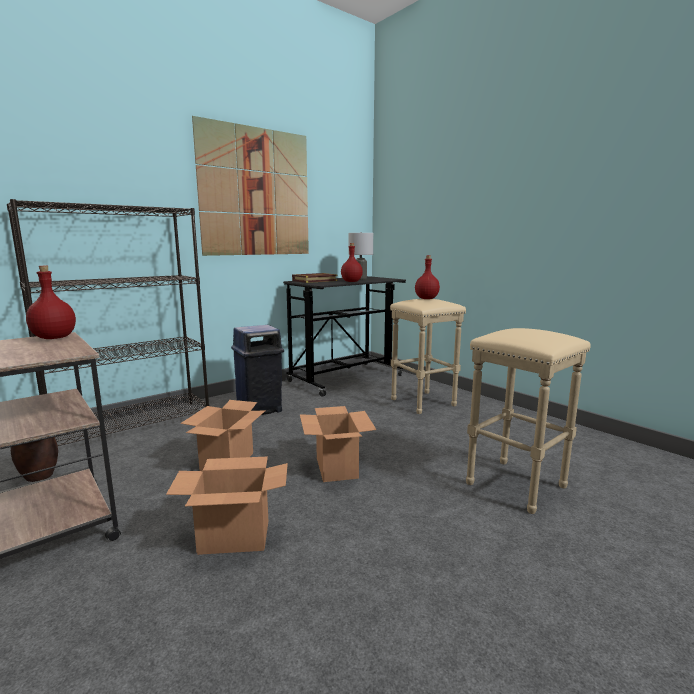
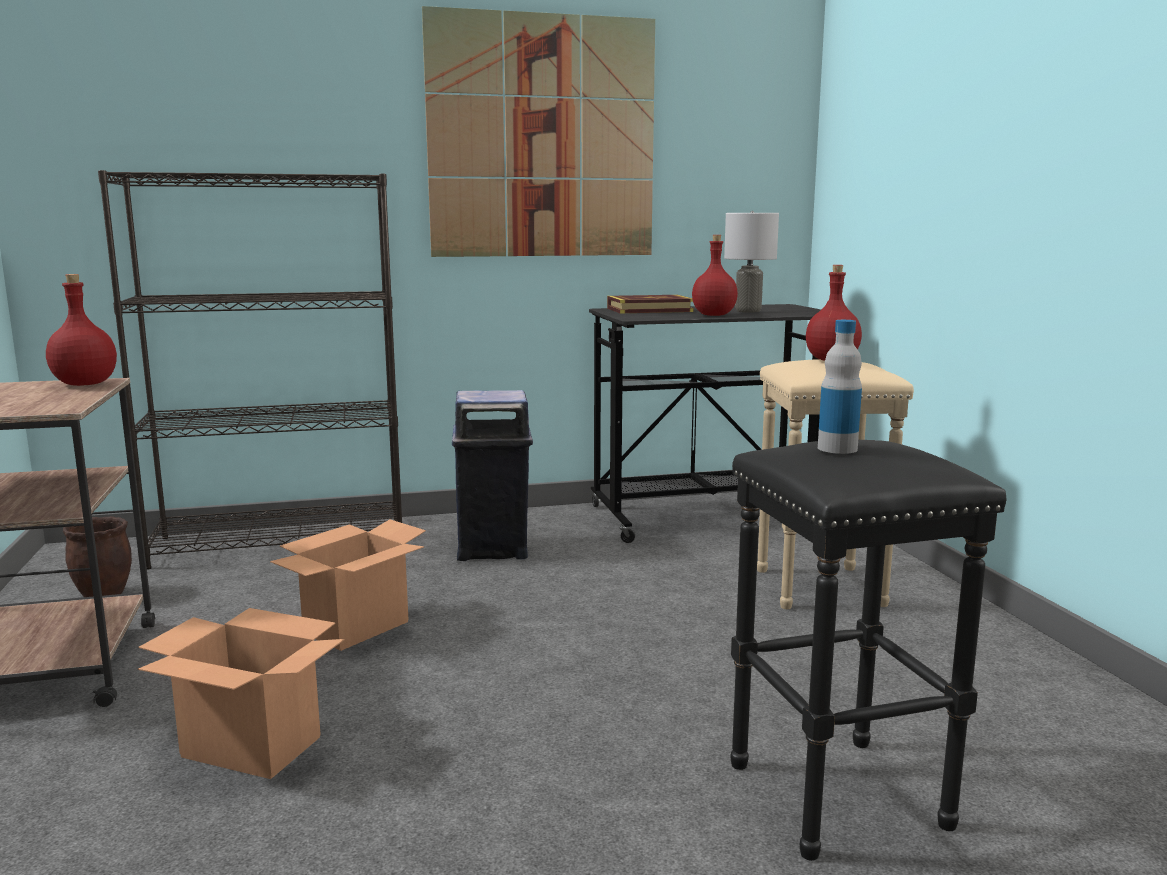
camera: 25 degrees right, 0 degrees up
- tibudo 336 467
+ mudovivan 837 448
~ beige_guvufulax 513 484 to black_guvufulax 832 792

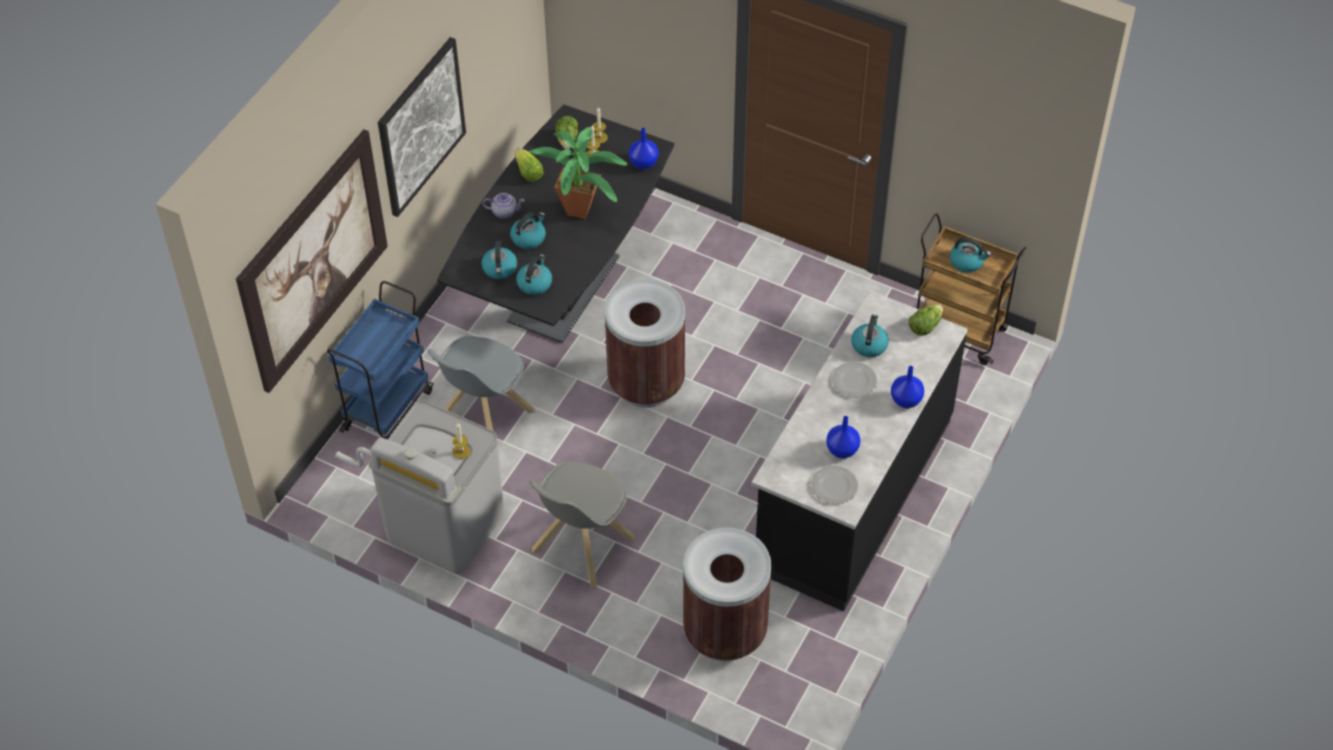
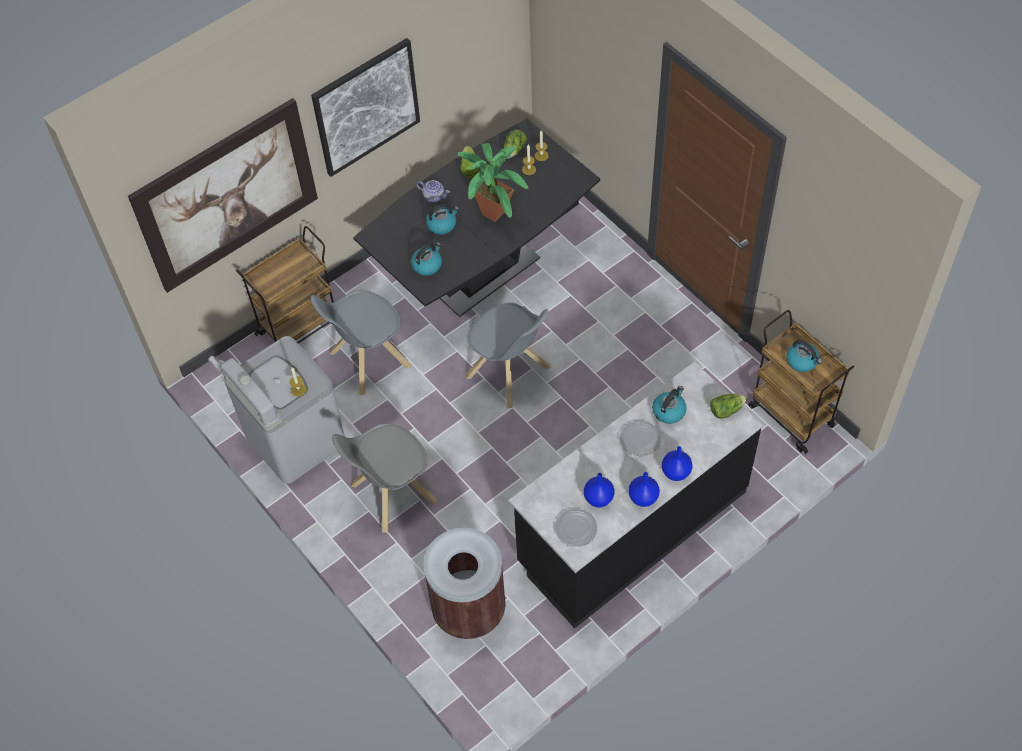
camera: 25 degrees right, 5 degrees up
- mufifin 500 269
~ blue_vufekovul 644 163 to 643 497
~ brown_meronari 646 383 to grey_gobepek 509 373
~ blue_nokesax 388 410 to brown_nokesax 300 328

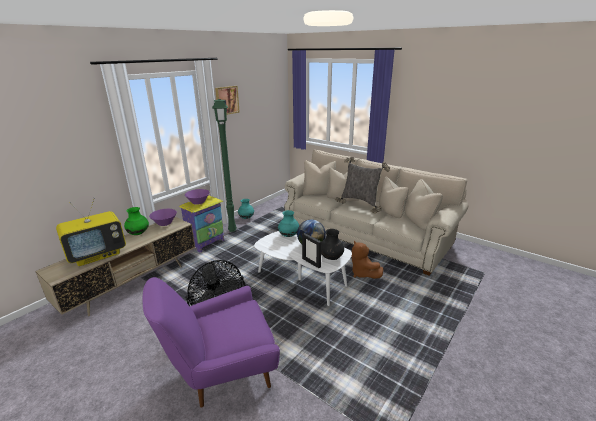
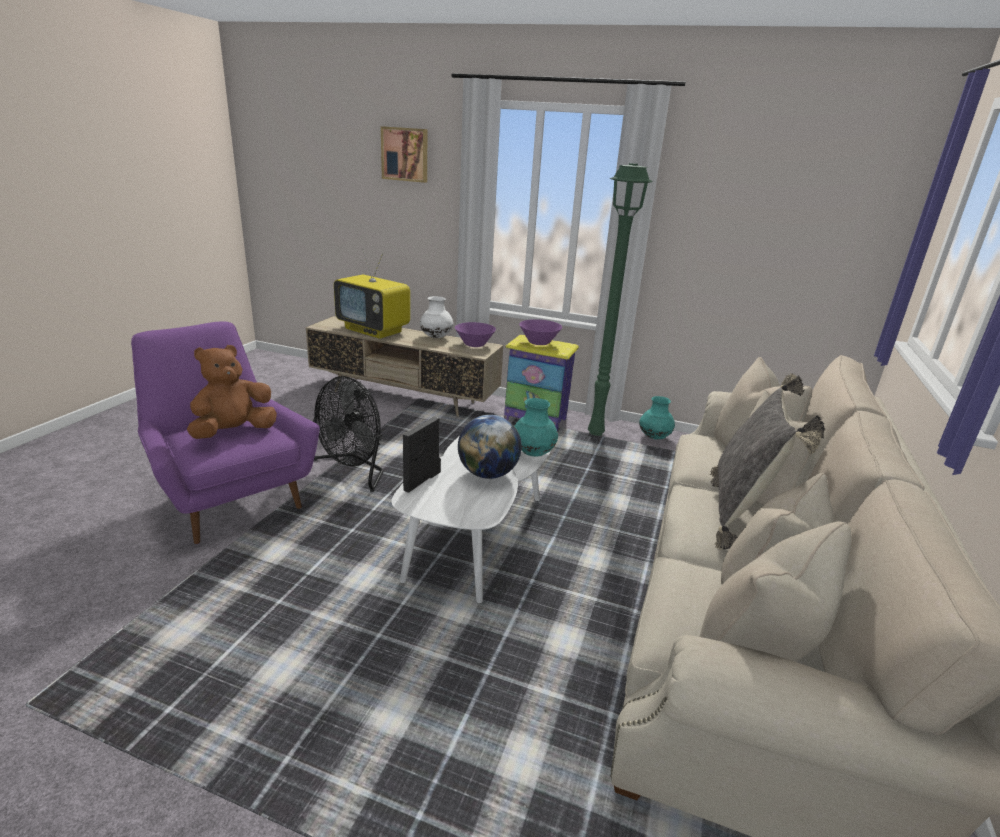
camera: 70 degrees right, 0 degrees up
- black_vufekovul 331 258
~ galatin 226 100 to 405 154
~ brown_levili 363 274 to 234 432
~ green_vufekovul 138 233 to white_vufekovul 436 337

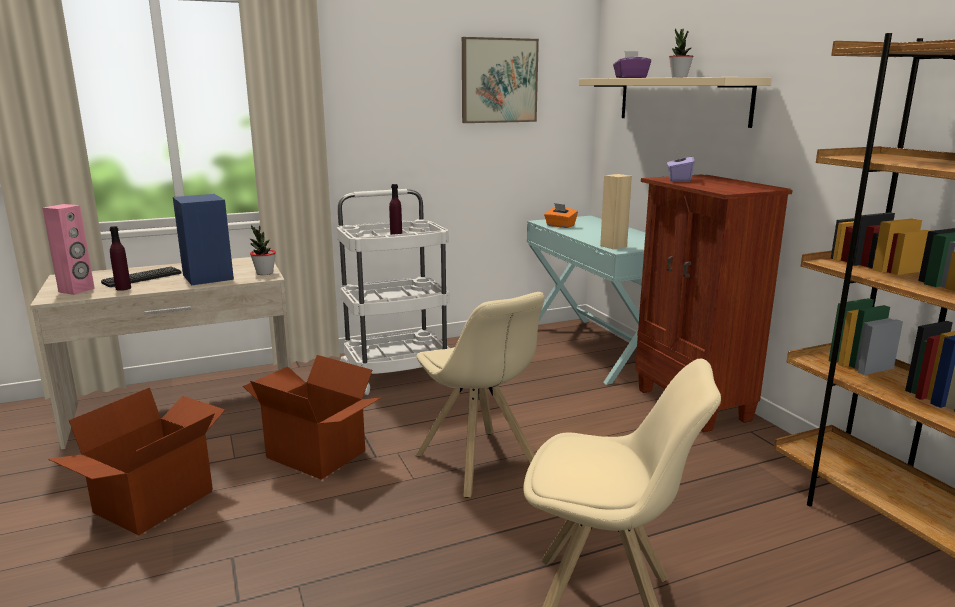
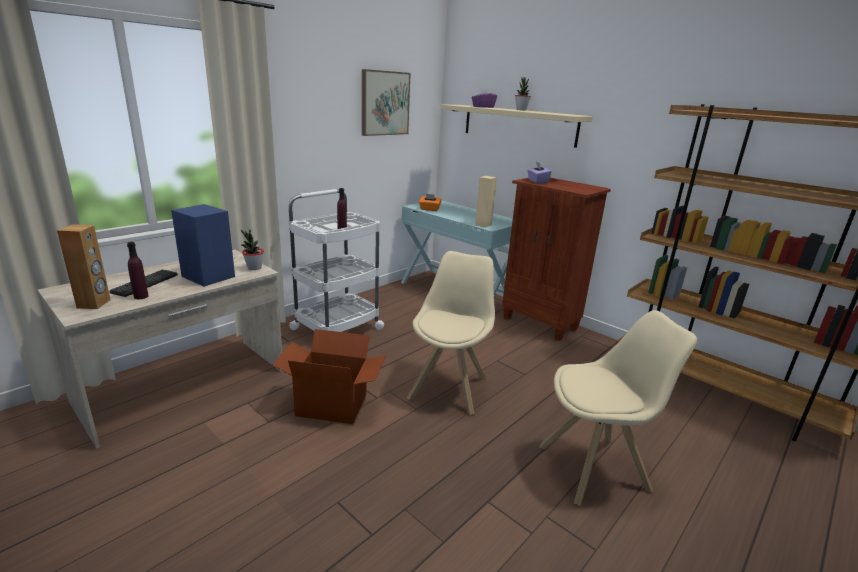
camera: 25 degrees left, 5 degrees up
- tibudo 155 502
~ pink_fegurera 77 290 to brown_fegurera 94 304
~ beige_gobepek 479 463 = 449 388 105 degrees counterclockwise

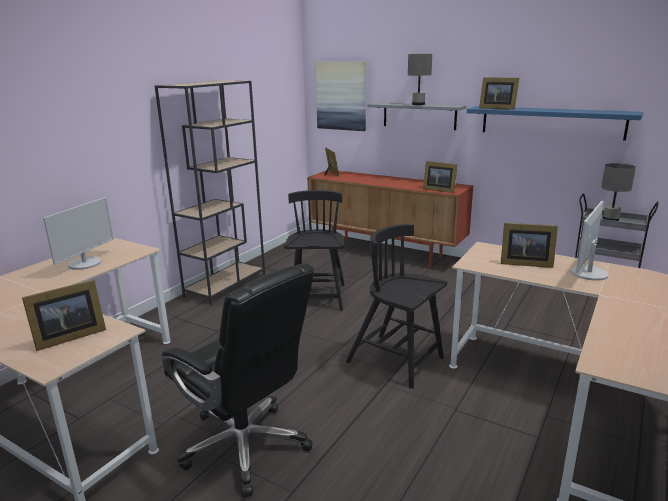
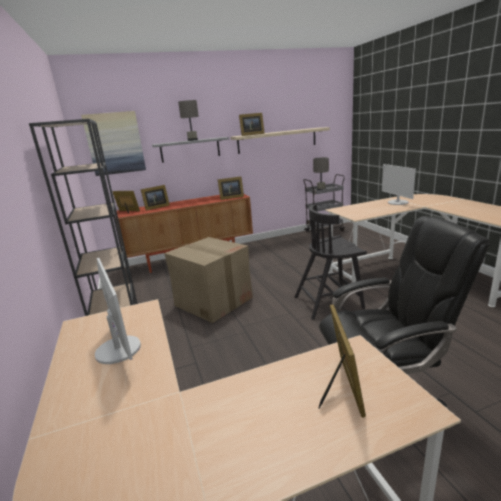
camera: 50 degrees left, 0 degrees up
~ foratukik 524 263 to 156 207
~ black_gobepek 318 298 to tibudo 213 301
~ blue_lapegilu 551 122 to beige_lapegilu 277 140

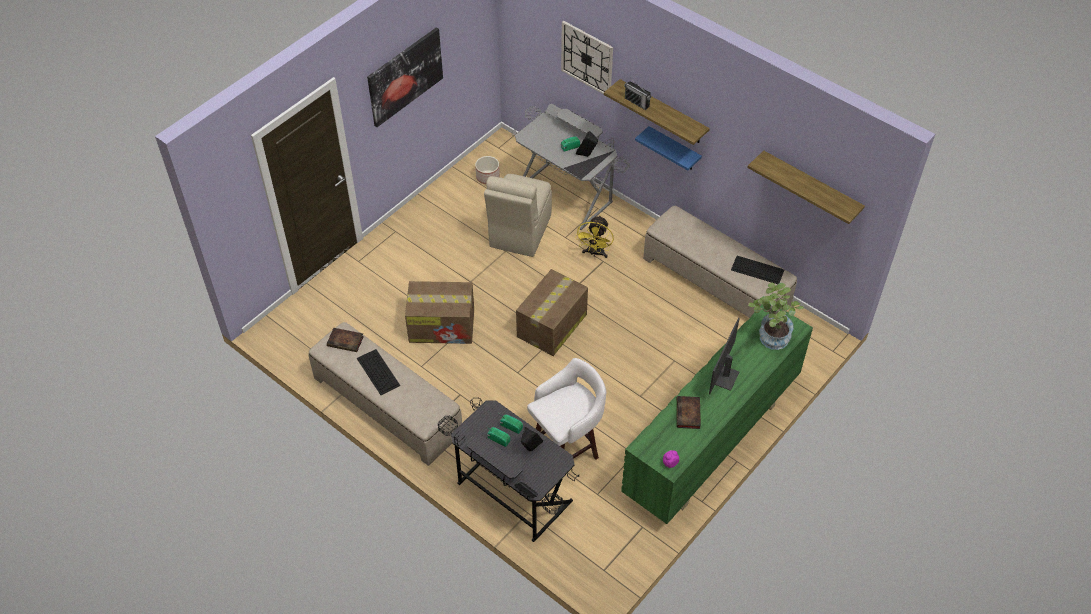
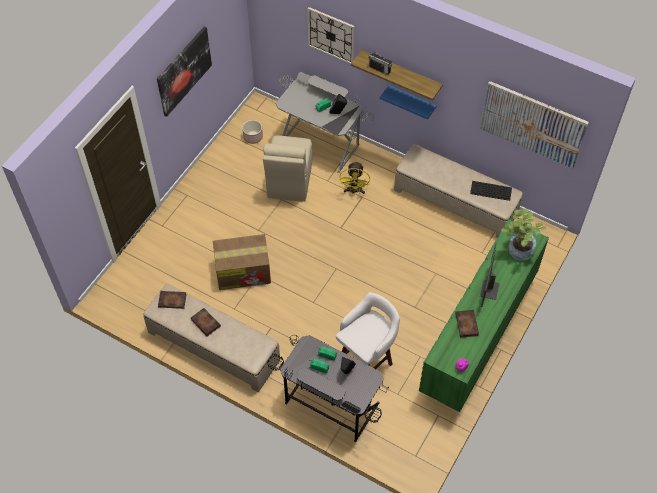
camera: 10 degrees left, 5 degrees up
- tibudo 551 326
~ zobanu 377 371 to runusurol 205 322
~ lapegilu 811 186 to galatin 532 124

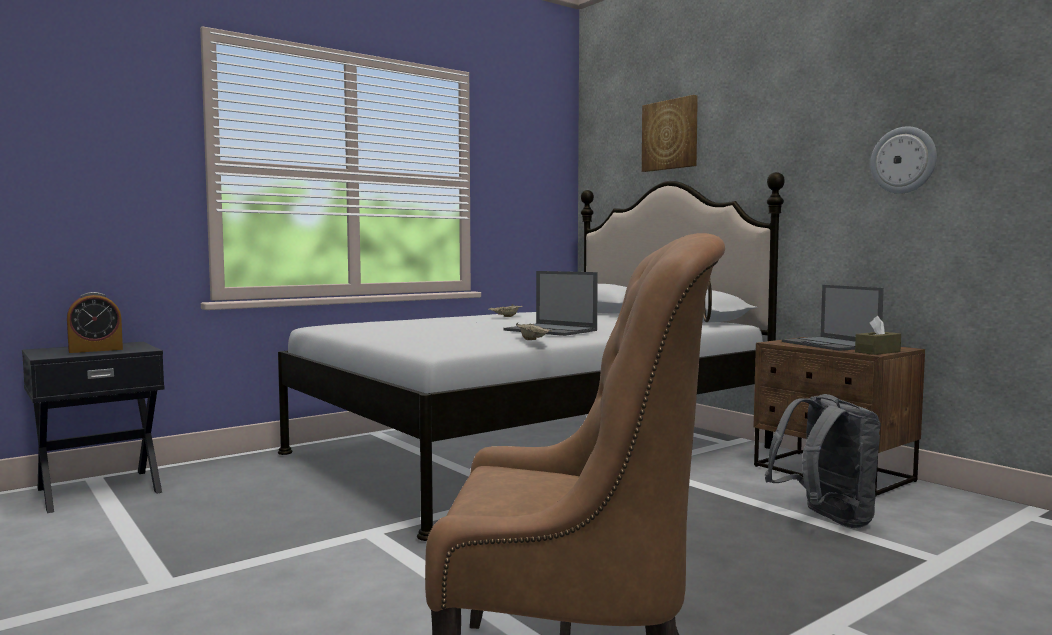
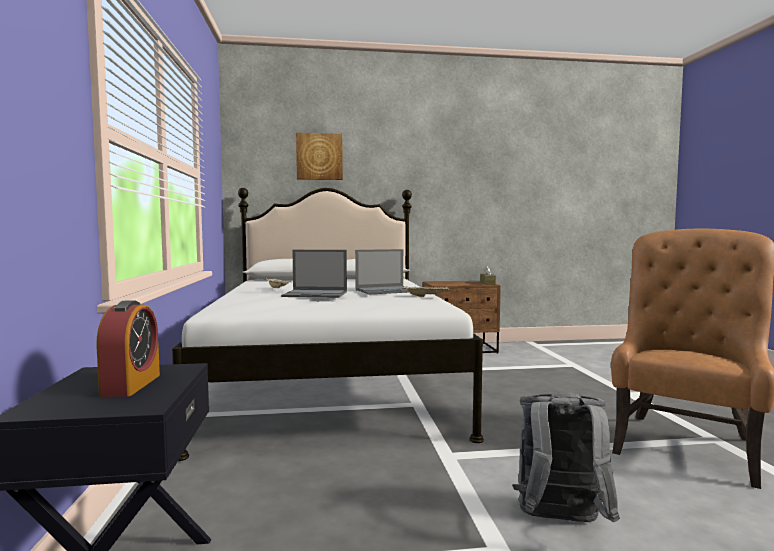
camera: 60 degrees left, 0 degrees up
- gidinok 903 160
~ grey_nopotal 825 520 to 560 522
~ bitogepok 831 344 to 316 294

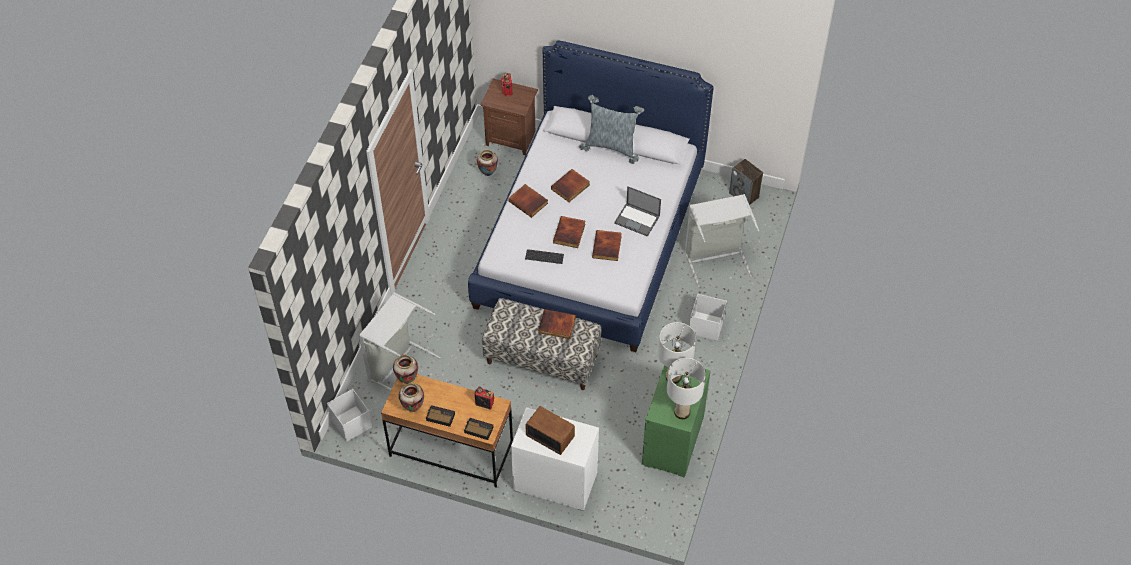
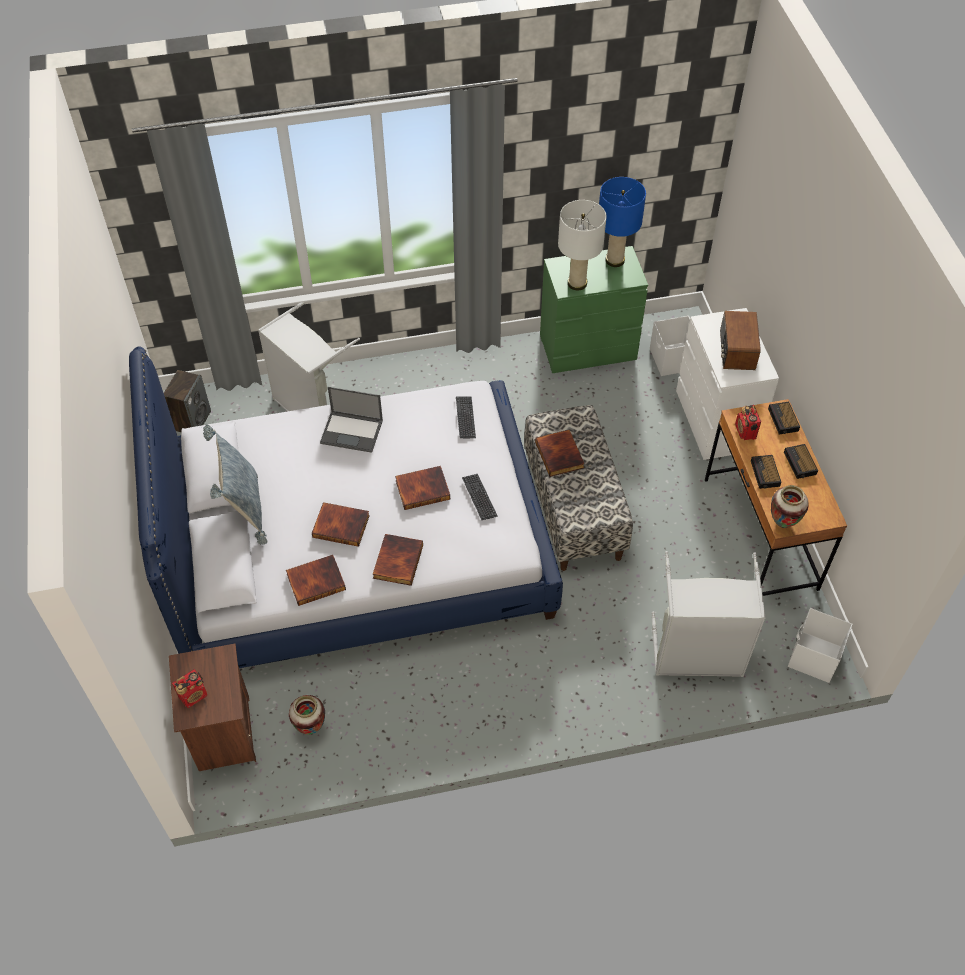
camera: 120 degrees left, 0 degrees up
- vufekovul 413 408
+ zobanu 465 418
+ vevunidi 765 474
~ runusurol 607 247 to 316 581
~ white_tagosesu 705 326 to 672 360
~ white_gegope 682 412 to blue_gegope 614 260
~ bitogepok 637 219 = 352 431 105 degrees clockwise

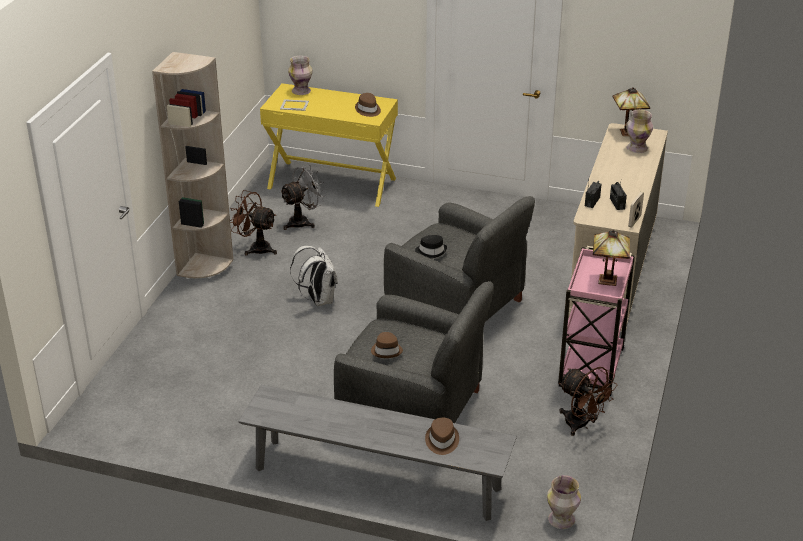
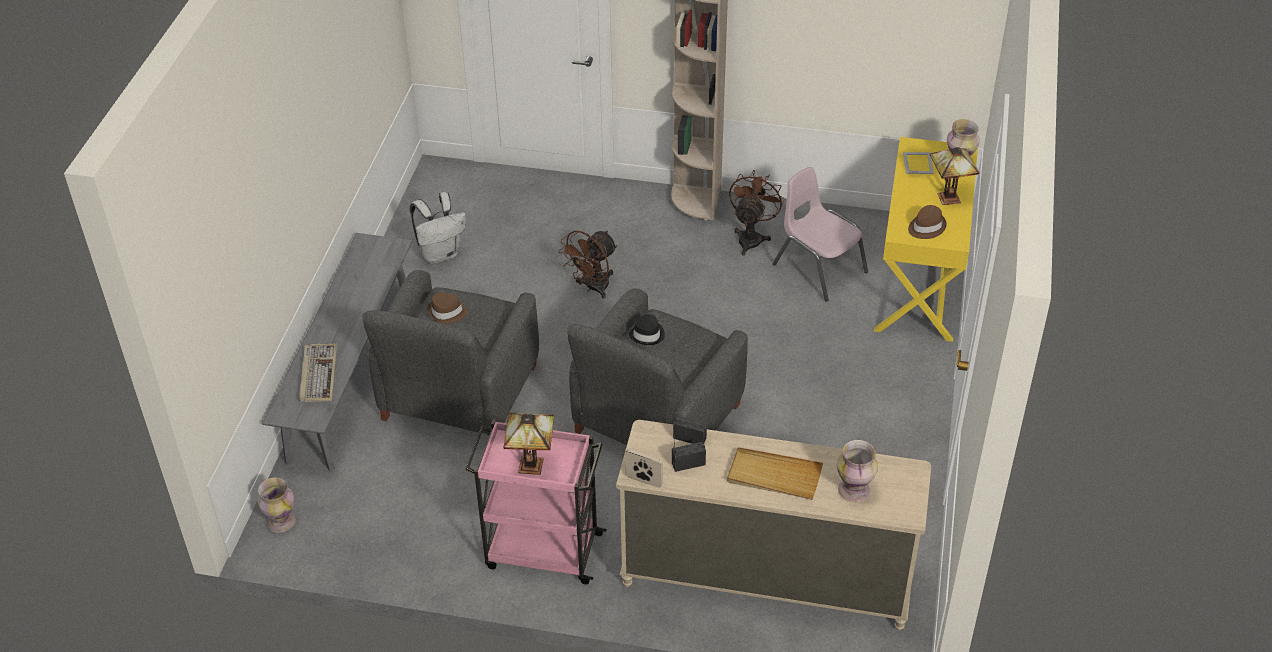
camera: 85 degrees right, 10 degrees up
+ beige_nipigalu 774 476
~ white_nopotal 318 299 to 440 253
~ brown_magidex 581 425 to 592 288
~ gegope 627 133 to 947 197
~ grey_magidex 303 221 to pink_gobepek 819 268
~ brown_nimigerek 441 441 to zobanu 318 374

